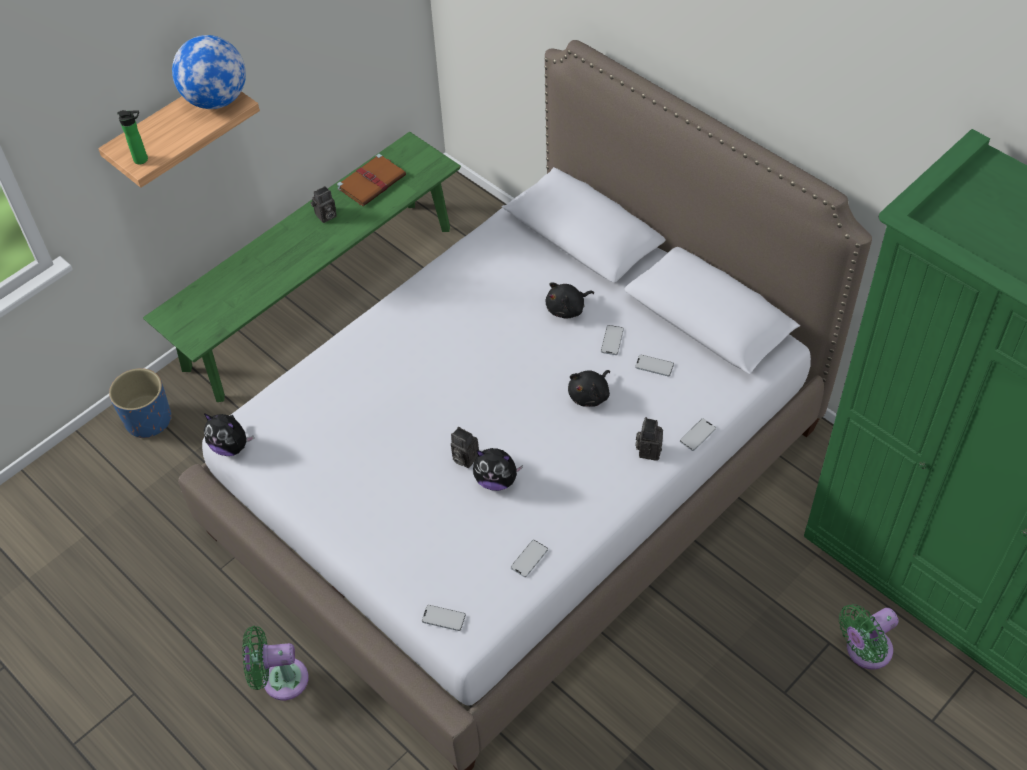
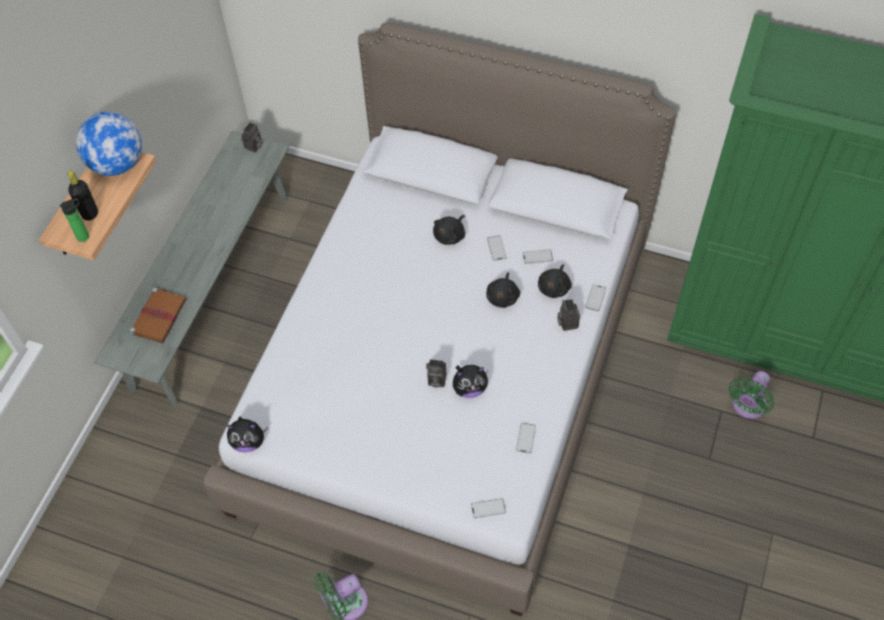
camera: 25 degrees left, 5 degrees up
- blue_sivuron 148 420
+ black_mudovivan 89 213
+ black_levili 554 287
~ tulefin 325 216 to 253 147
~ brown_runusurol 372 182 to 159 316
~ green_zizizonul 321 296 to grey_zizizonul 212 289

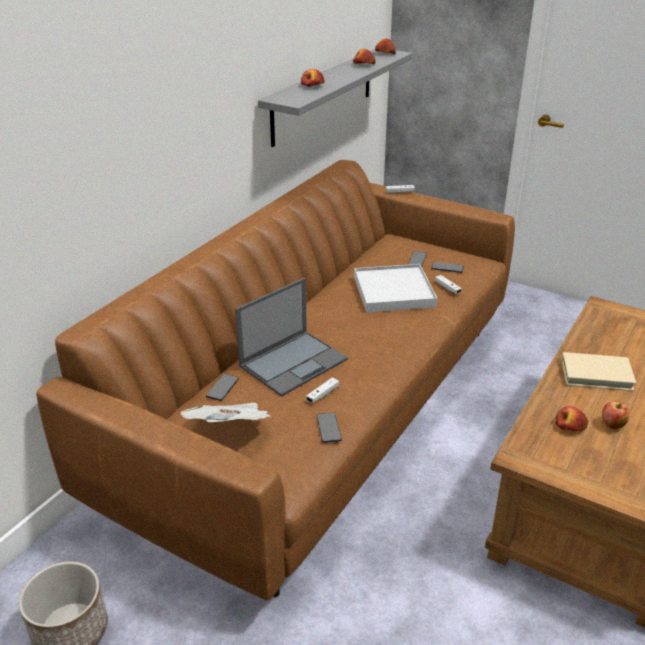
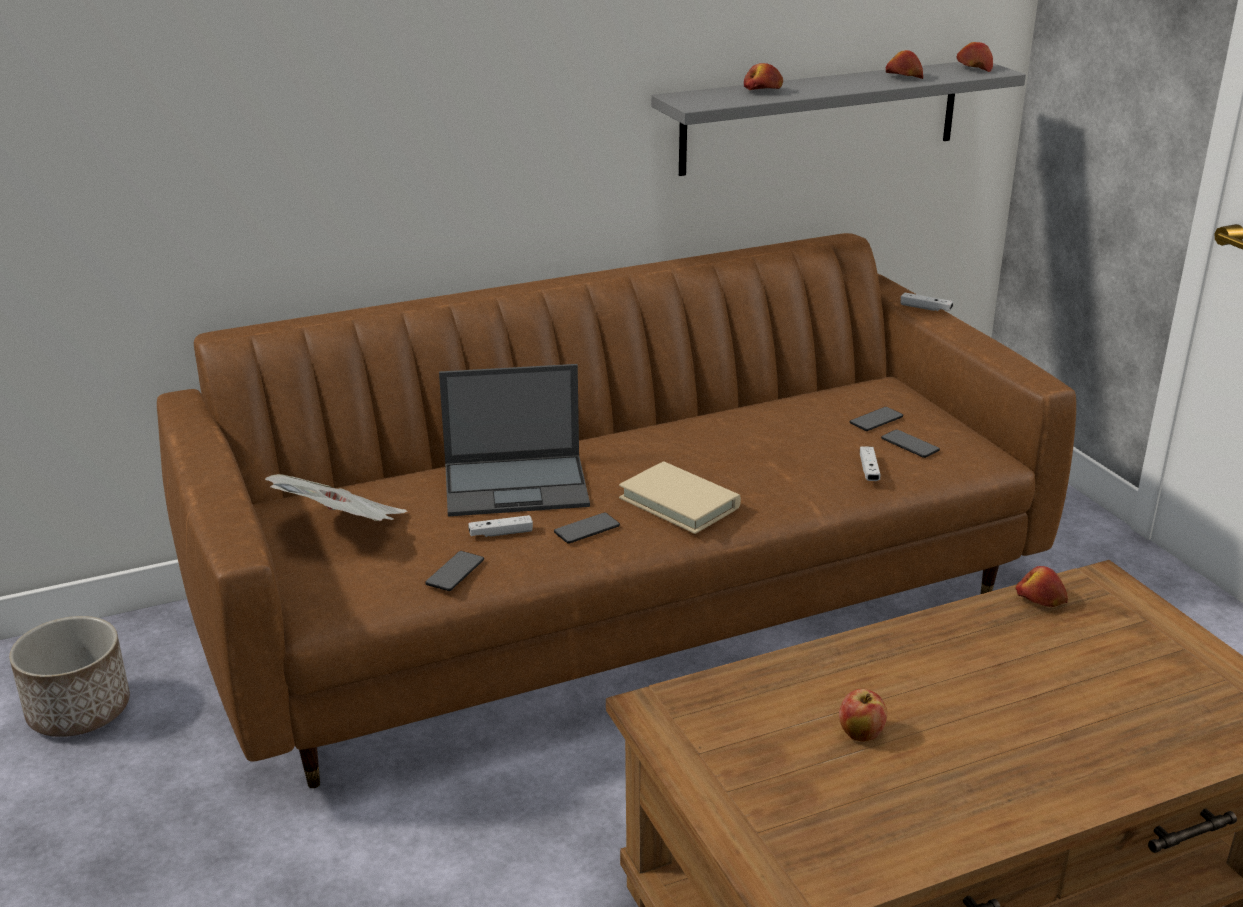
camera: 35 degrees right, 5 degrees down
- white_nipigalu 394 292
~ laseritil 222 388 to 587 529
~ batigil 570 426 to 1040 600
~ beige_runusurol 596 374 to 679 503

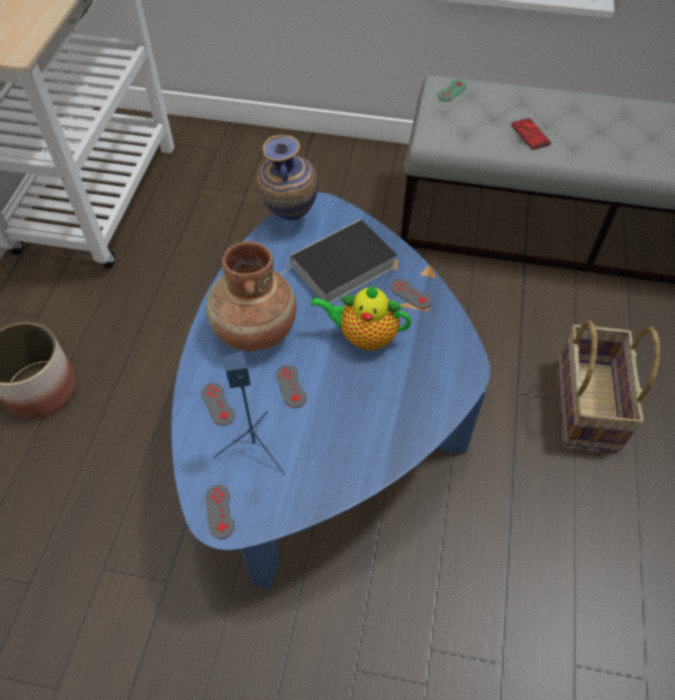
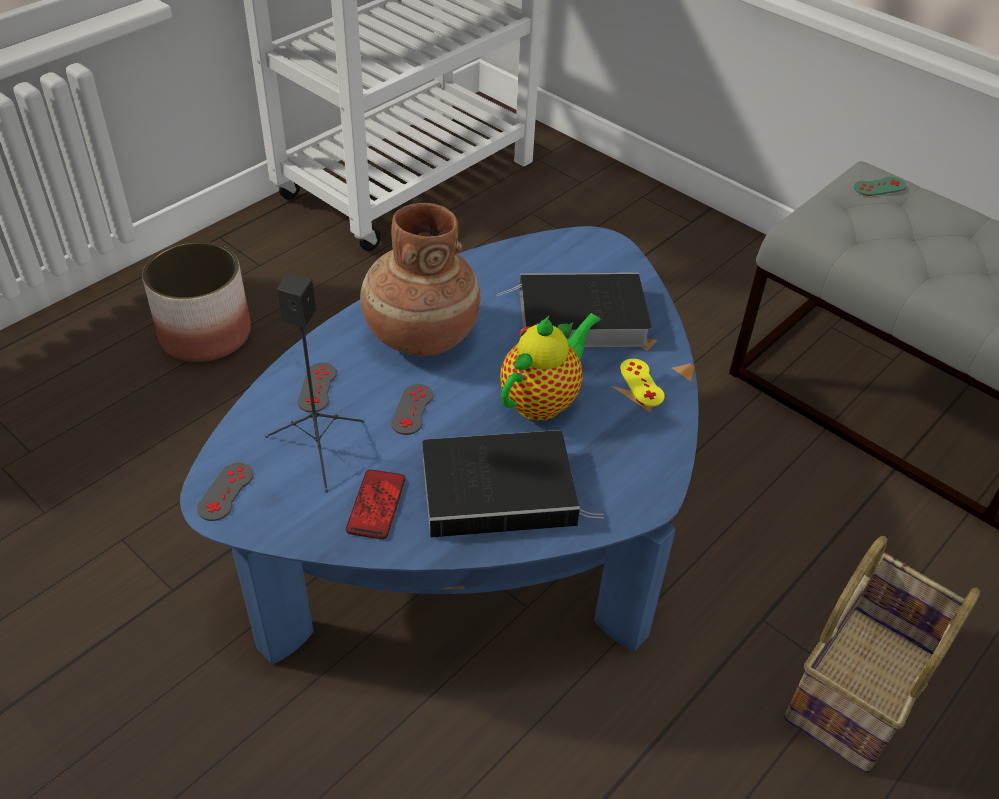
camera: 30 degrees right, 10 degrees down
- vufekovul 289 218
+ runusurol 503 489
~ laseritil 530 134 to 376 505
~ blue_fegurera 254 446 to black_fegurera 319 448
~ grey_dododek 411 294 to yellow_dododek 641 383
~ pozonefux 364 336 = 543 400 90 degrees clockwise

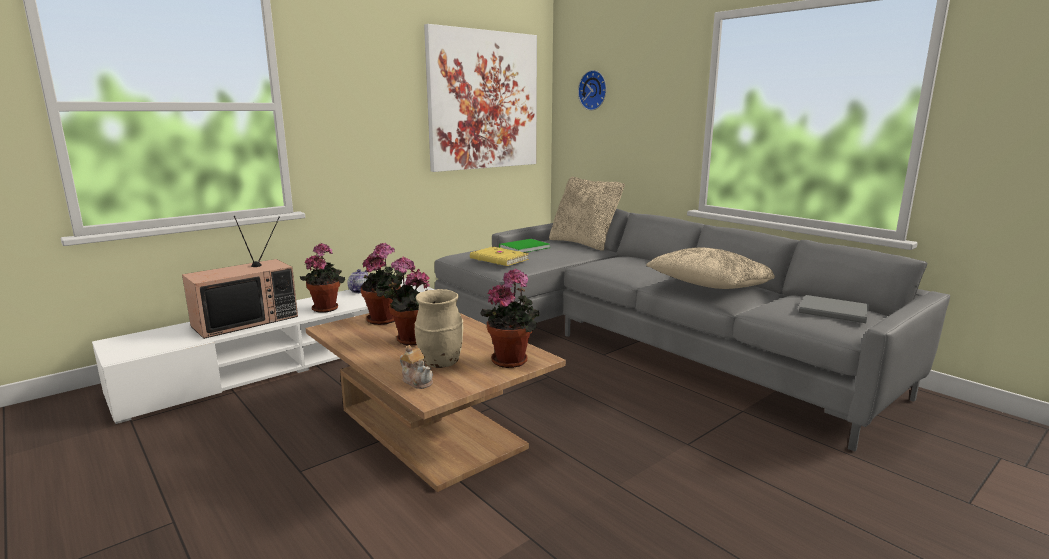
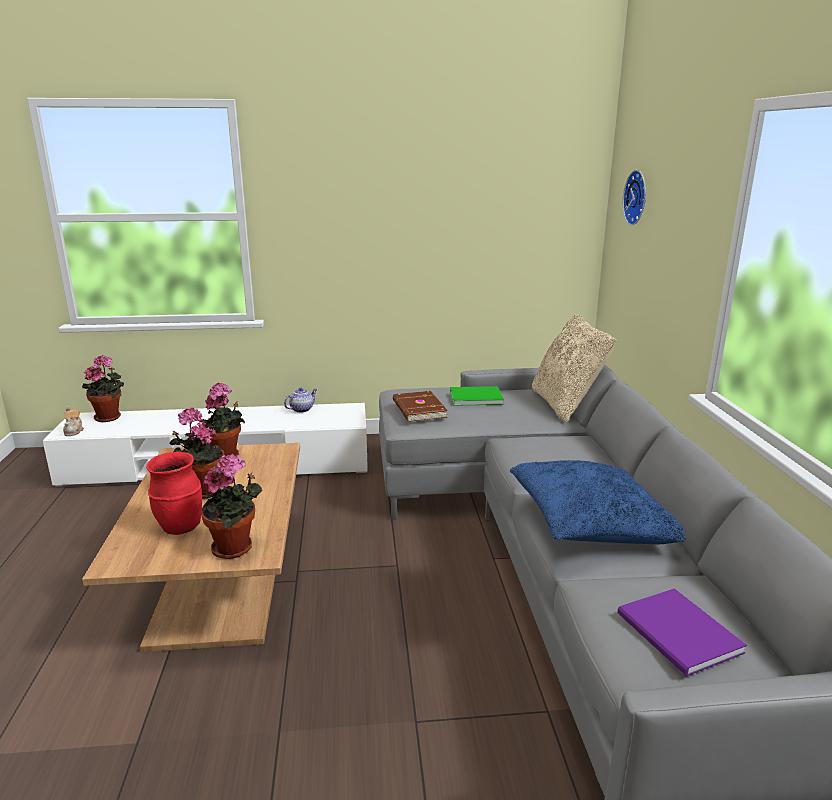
camera: 35 degrees right, 5 degrees up
- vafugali 246 320
- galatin 483 100
~ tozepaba 326 308 to 110 417
~ pozonefux 417 381 to 74 431
~ beige_vufekovul 441 363 to red_vufekovul 180 527
~ yellow_runusurol 498 259 to brown_runusurol 418 409
~ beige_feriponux 710 286 to blue_feriponux 590 523
~ grey_runusurol 835 312 to purple_runusurol 678 636

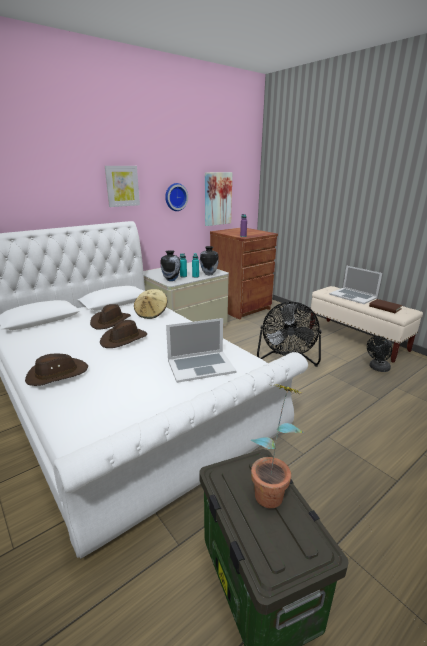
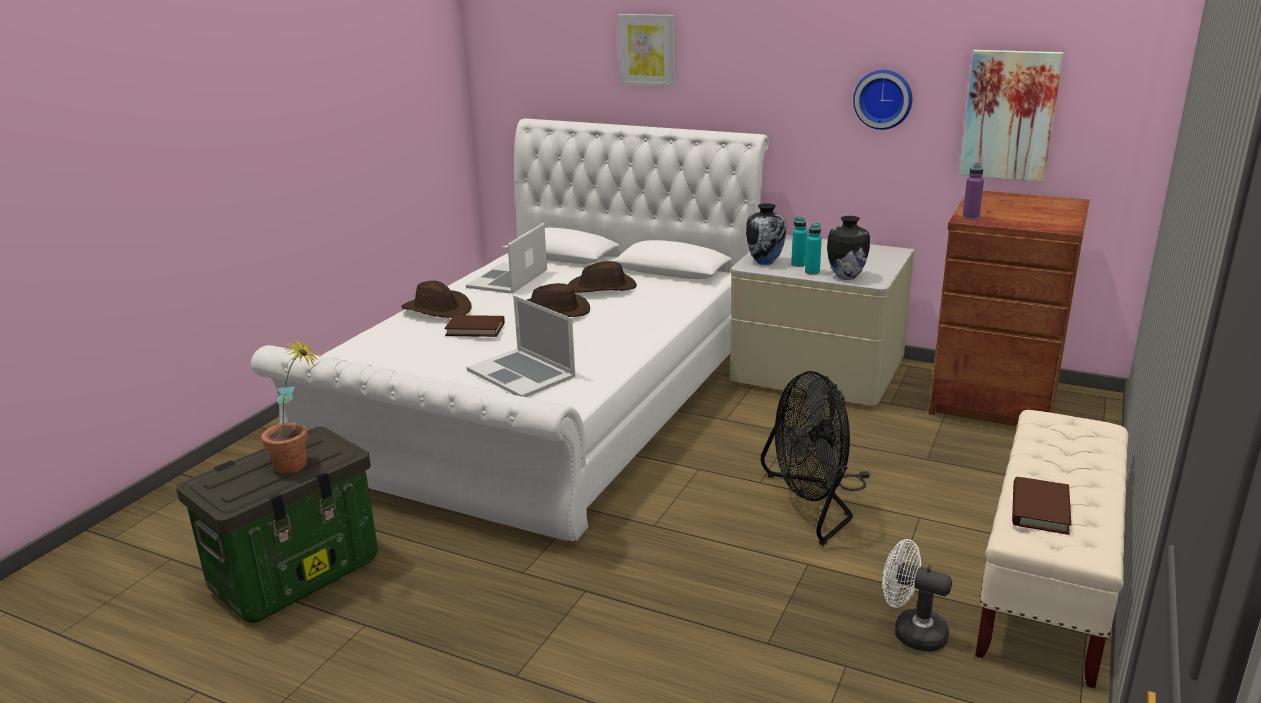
camera: 65 degrees right, 0 degrees up
- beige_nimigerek 151 313
+ brown_runusurol 475 329
~ galatin 122 186 to 647 50
~ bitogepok 353 296 to 508 279
~ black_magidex 377 368 to white_magidex 911 632

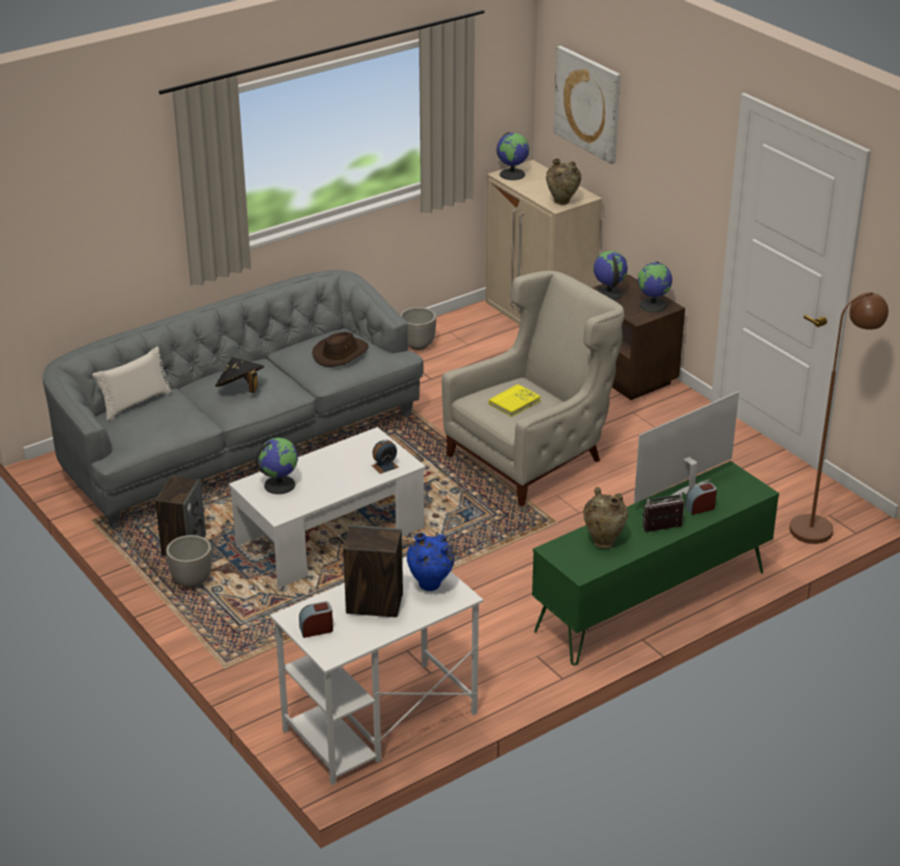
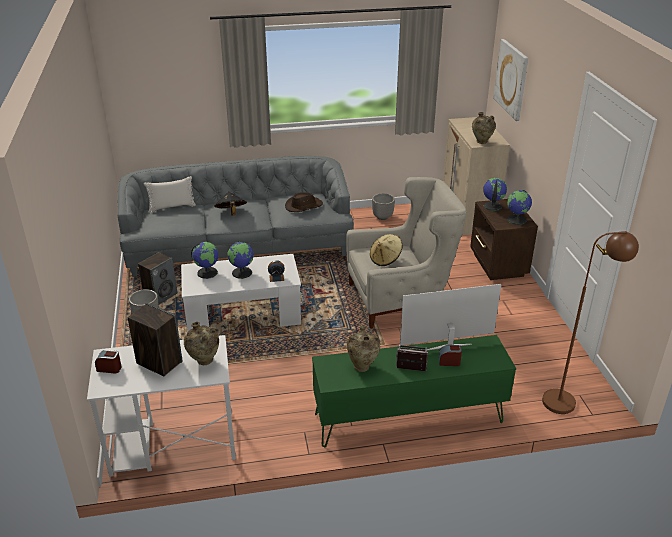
camera: 25 degrees right, 0 degrees up
~ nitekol 512 174 to 242 272
~ yellow_runusurol 514 402 to beige_nimigerek 385 259
~ blue_vufekovul 430 587 to beige_vufekovul 204 362

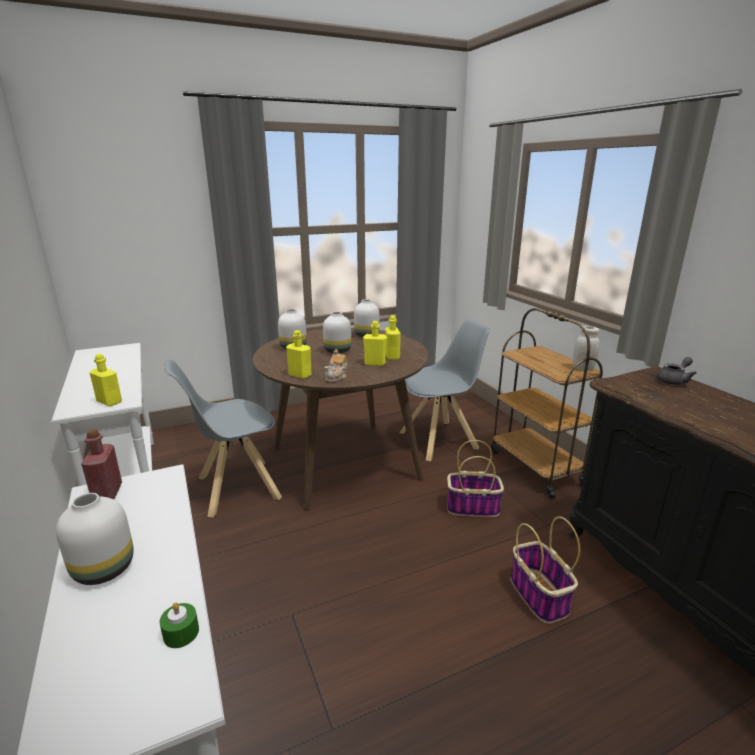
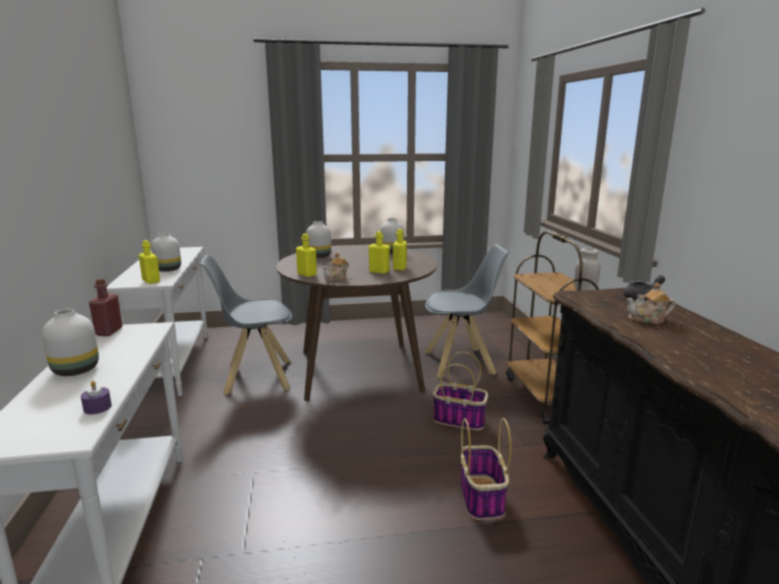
camera: 15 degrees right, 5 degrees down
+ pozonefux 648 319
~ white_vufekovul 338 351 to 168 270
~ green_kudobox 181 633 to purple_kudobox 97 407

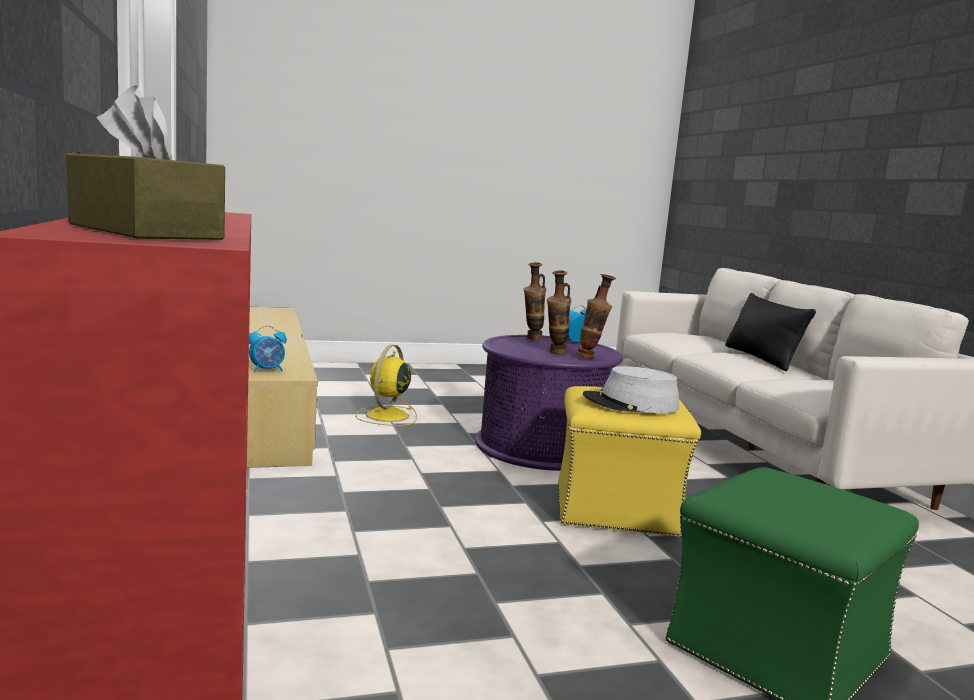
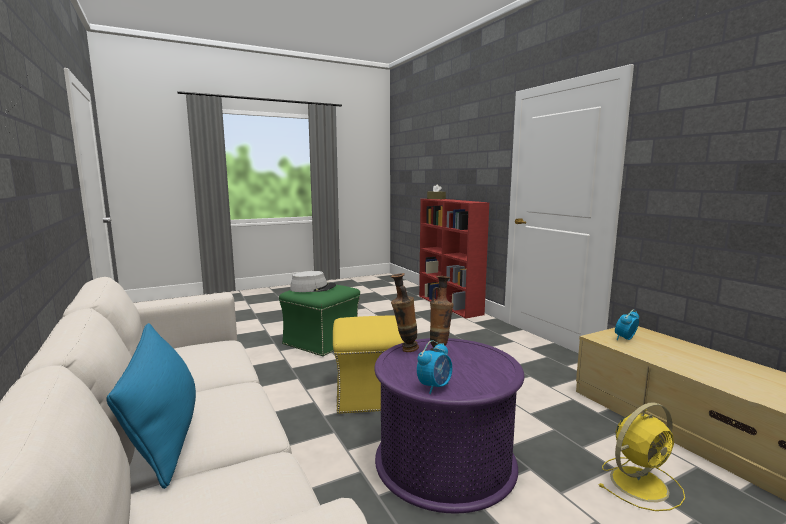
camera: 170 degrees right, 0 degrees up
- vufekovul 531 338
~ grey_nimigerek 630 404 to 313 288
~ black_feriponux 760 358 to blue_feriponux 163 433
~ yellow_magidex 386 416 = 640 483 60 degrees clockwise

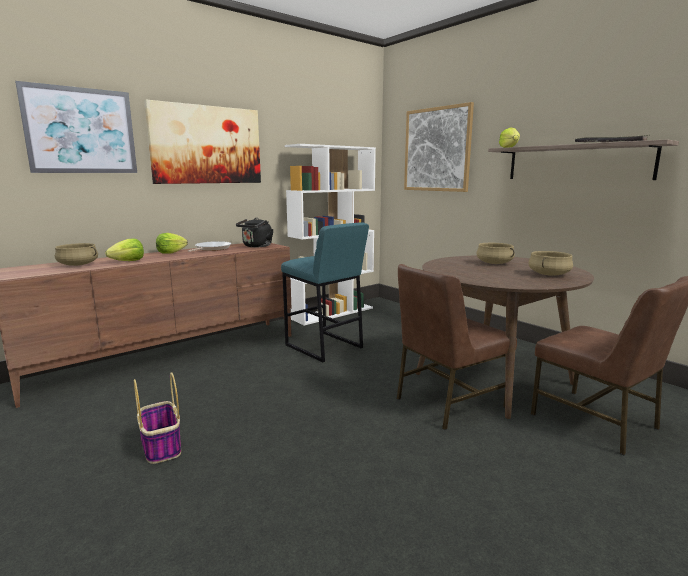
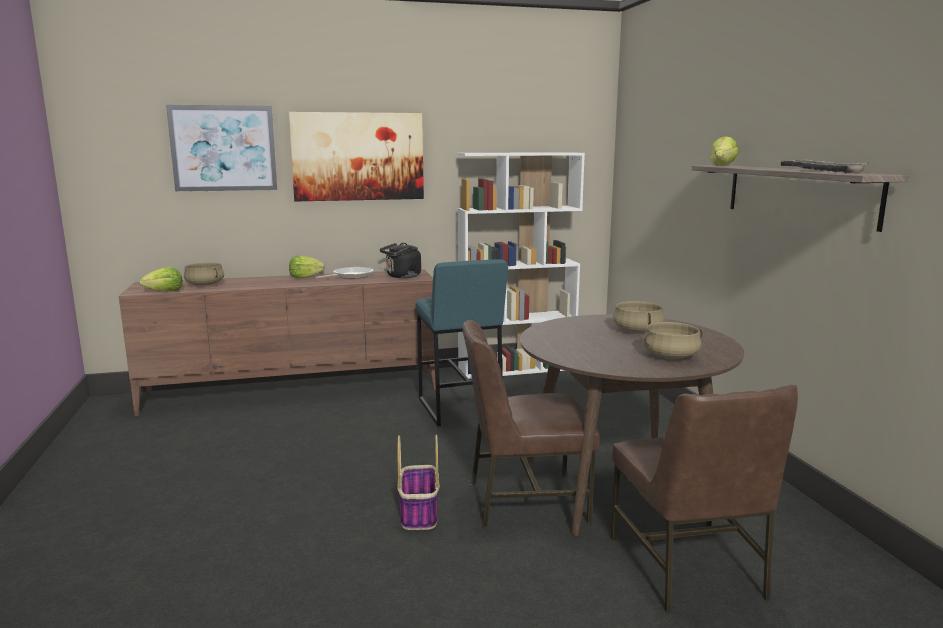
camera: 25 degrees right, 0 degrees up
- galatin 437 149
~ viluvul 128 261 to 165 291
~ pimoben 161 446 to 419 513

